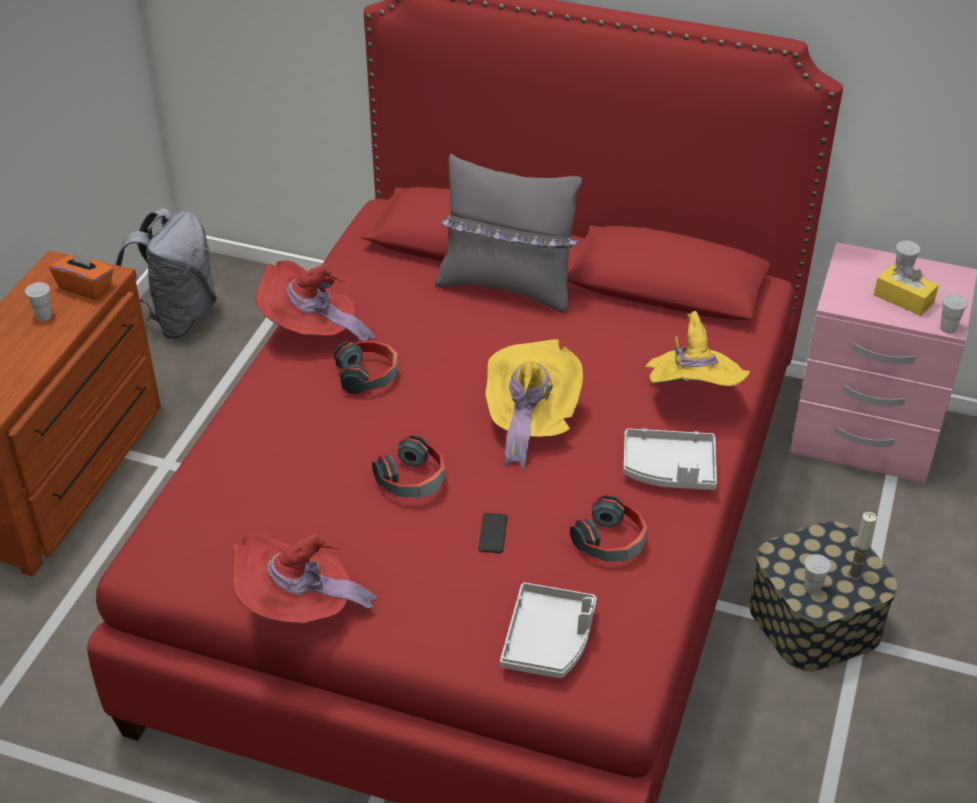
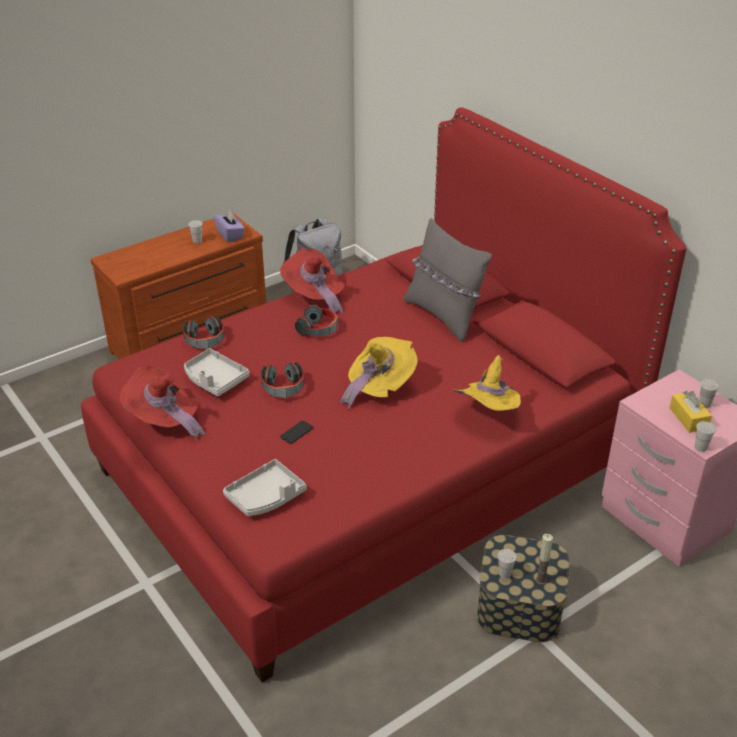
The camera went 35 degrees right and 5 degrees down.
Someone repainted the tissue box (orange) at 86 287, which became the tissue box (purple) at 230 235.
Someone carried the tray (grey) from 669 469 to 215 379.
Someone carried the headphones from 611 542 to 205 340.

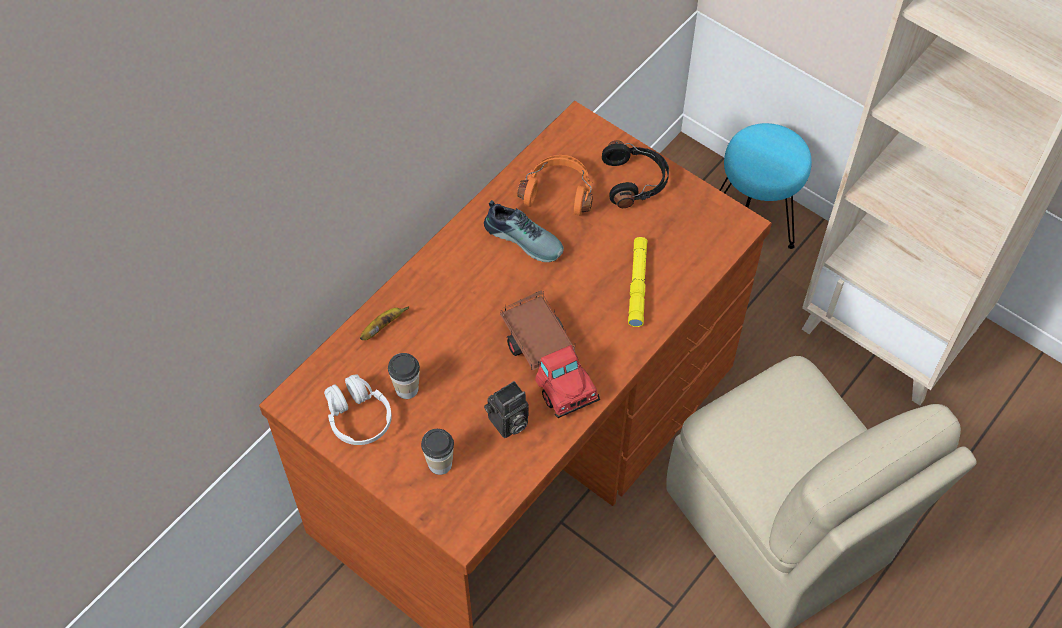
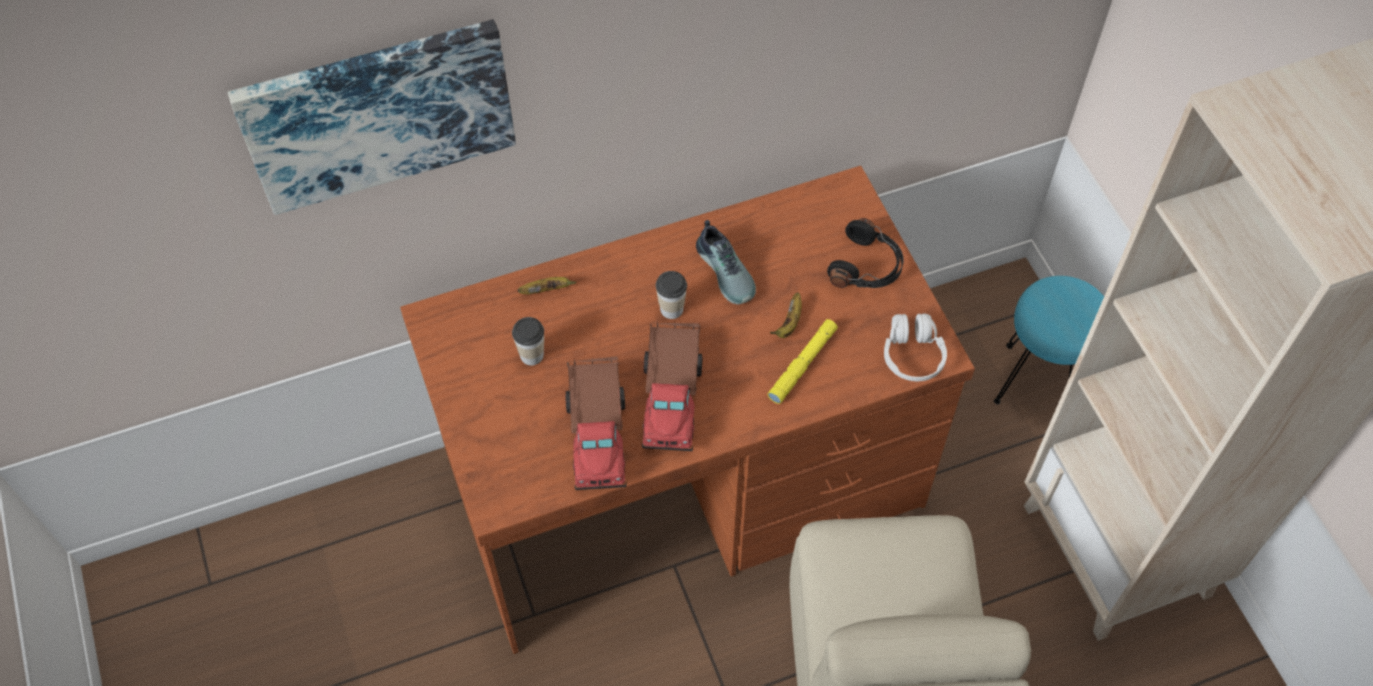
The camera went 30 degrees right and 0 degrees up.
Someone took away the headphones (orange) at 558 191.
Someone carried the headphones (white) from 358 418 to 912 355.
Someone swapped the photo camera at 508 424 for the toy truck at 598 431.
Someone carried the cup from 440 463 to 671 309.
Someone put up the picture at 378 112.
Someone put down the banana at 789 323.

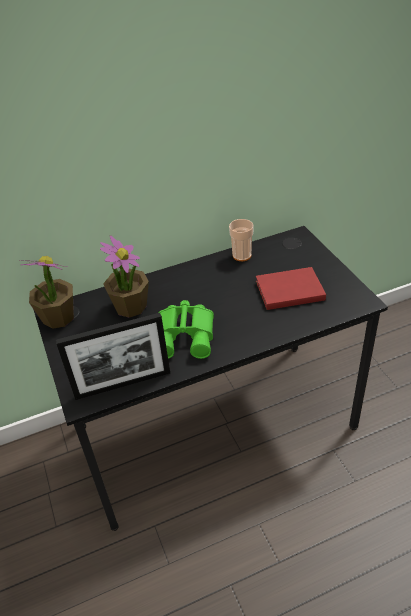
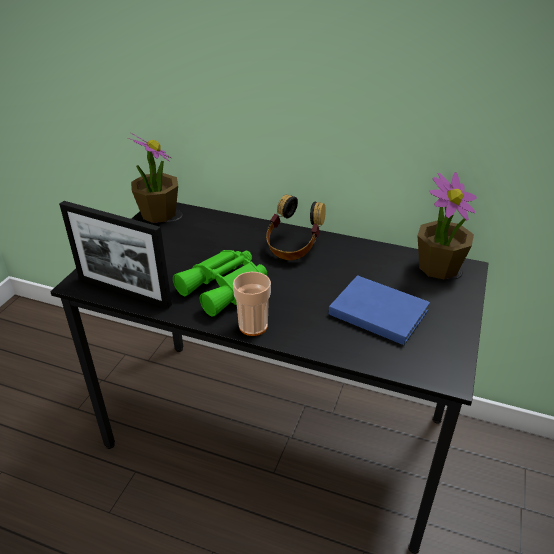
The camera went 40 degrees right and 5 degrees down.
Someone carried the cup from 242 255 to 253 326.
Someone carried the potted plant from 130 306 to 438 267.
Someone repainted the book (red) at 287 290, which became the book (blue) at 377 310.
Someone put down the headphones at 293 247.

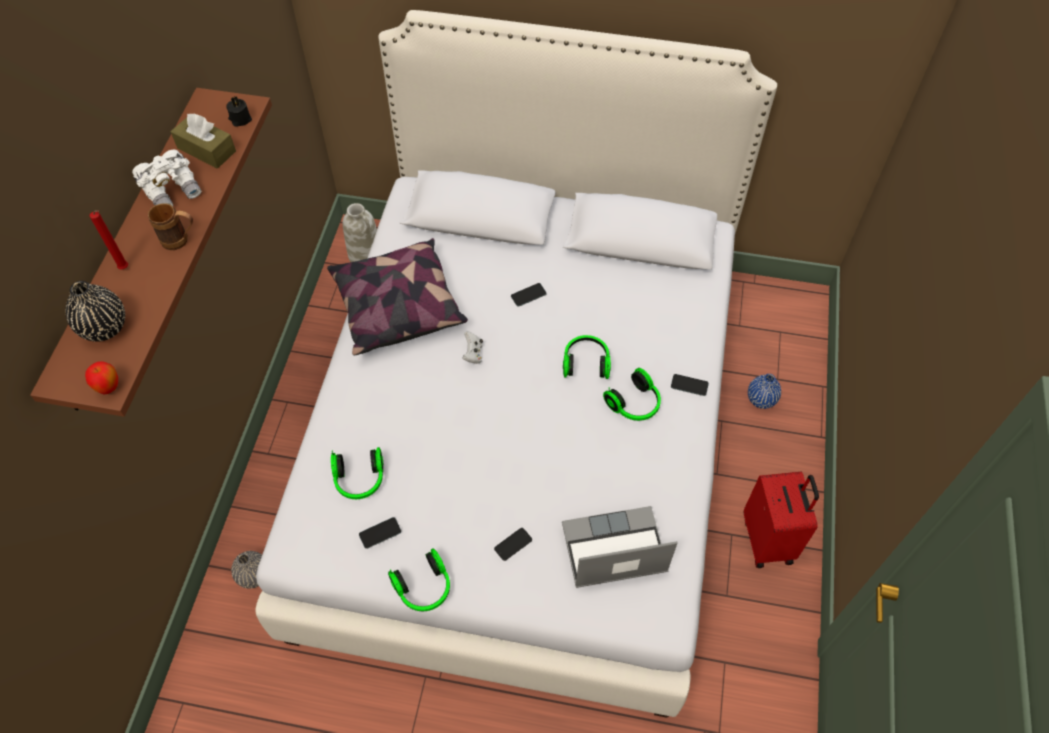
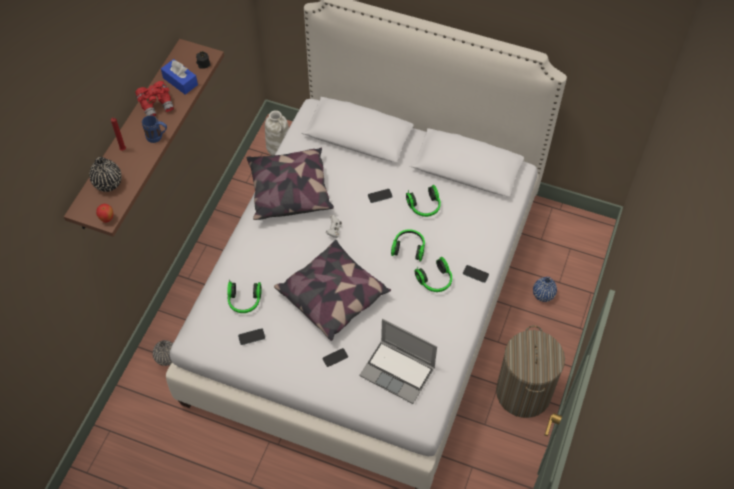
The camera went 10 degrees right and 0 degrees up.
Someone repainted the tissue box (brown) at 206 150, which became the tissue box (blue) at 180 81.
Someone repainted the binoculars (white) at 172 190, which became the binoculars (red) at 156 105.
Someone repainted the mug (brown) at 181 241, which became the mug (blue) at 158 138.
Someone swapped the suitcase (red) at 769 540 for the laundry basket at 523 392.
Someone rotated the laptop at 613 550 by 150 degrees counterclockwise.
Someone carried the headphones from 424 588 to 424 207.
Someone put down the pillow at 333 296.

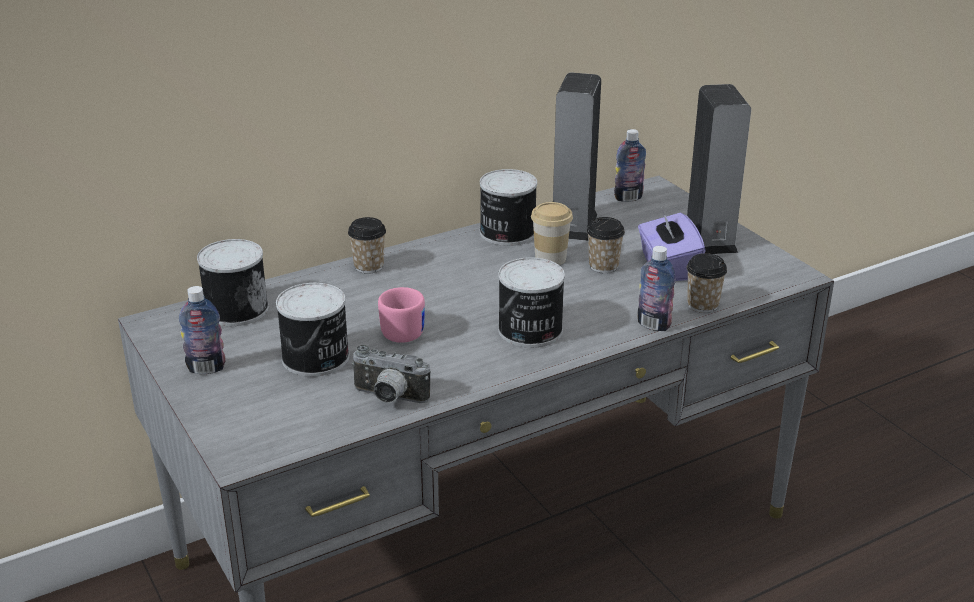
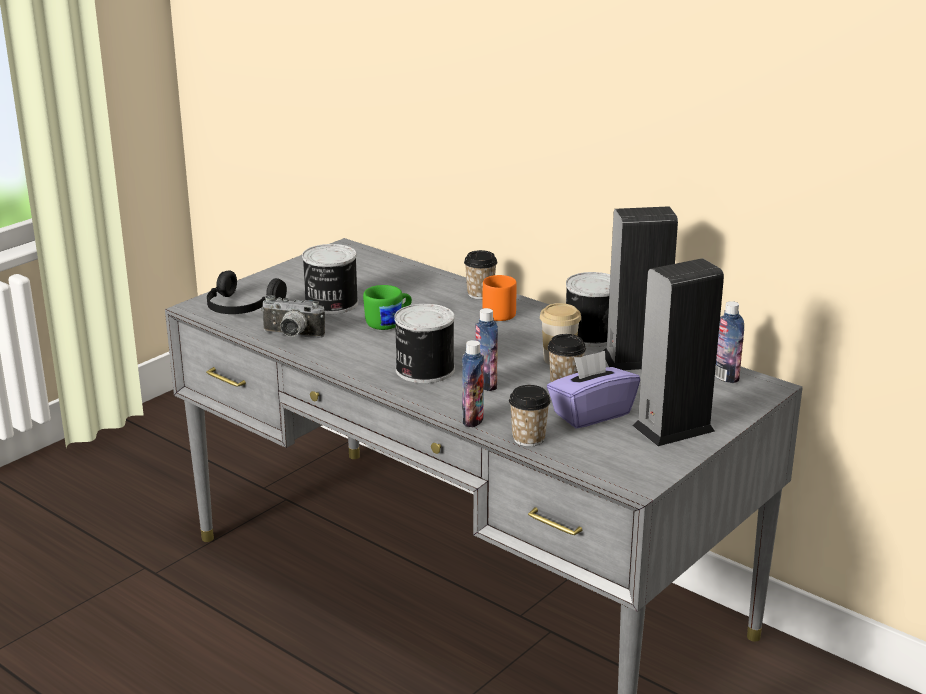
The camera went 70 degrees right and 5 degrees down.
Someone took away the can at 235 309.
Someone carried the bottle from 206 368 to 486 384.
Someone repainted the mug (pink) at 401 330, which became the mug (green) at 389 323.
Someone rotated the photo camera at 388 398 by 75 degrees counterclockwise.
Someone put down the headphones (black) at 241 308.
Someone put down the mug (orange) at 499 312.

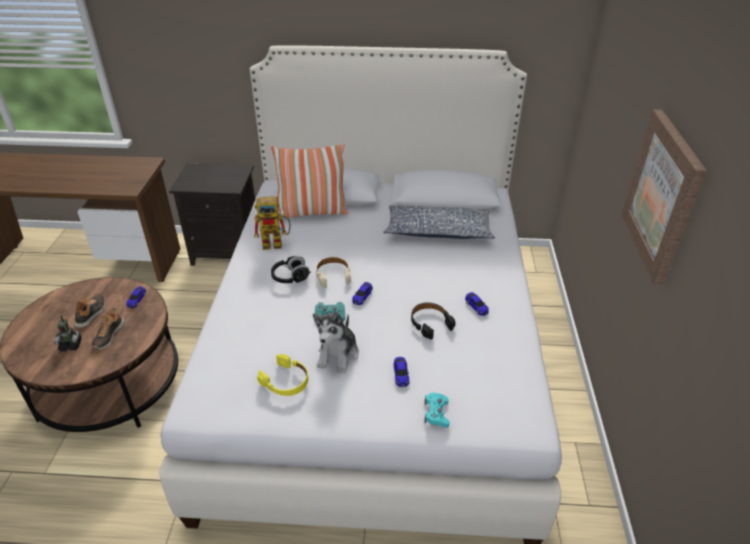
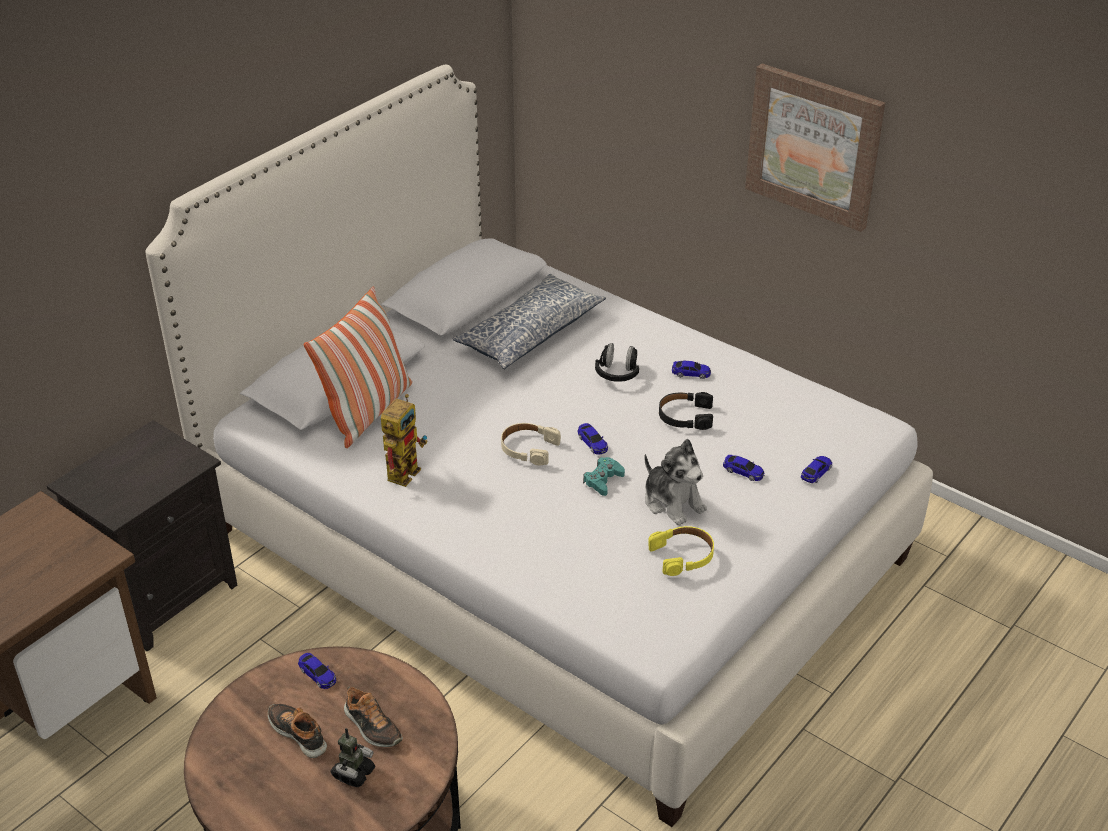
The camera went 55 degrees left and 0 degrees up.
Someone carried the headphones (black) from 290 278 to 617 374.
Someone swapped the game controller (turquoise) at 436 413 for the toy car at 816 473.

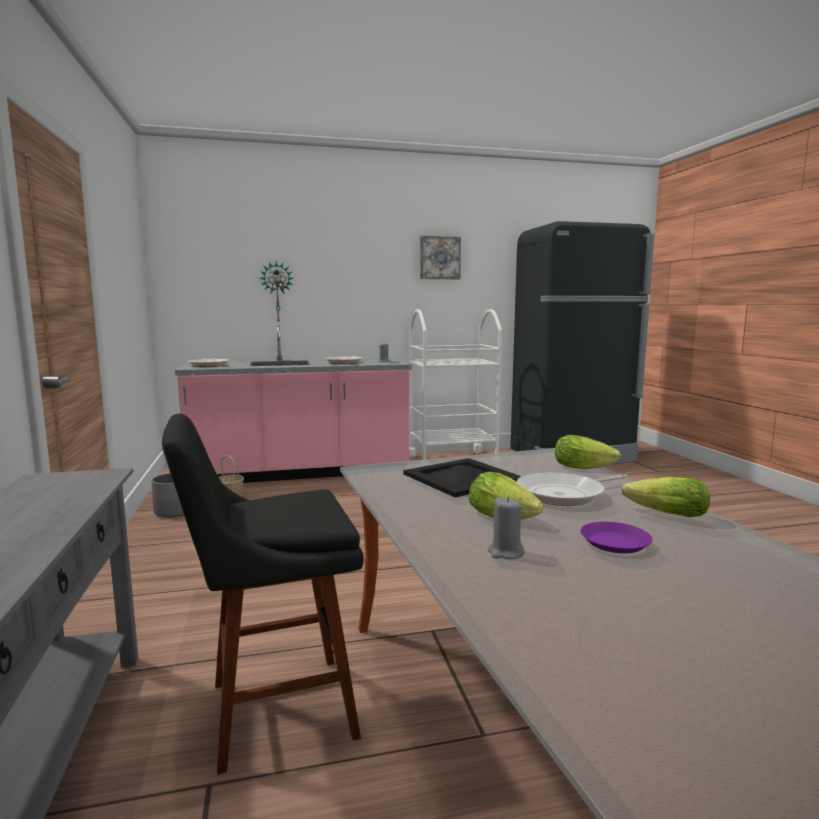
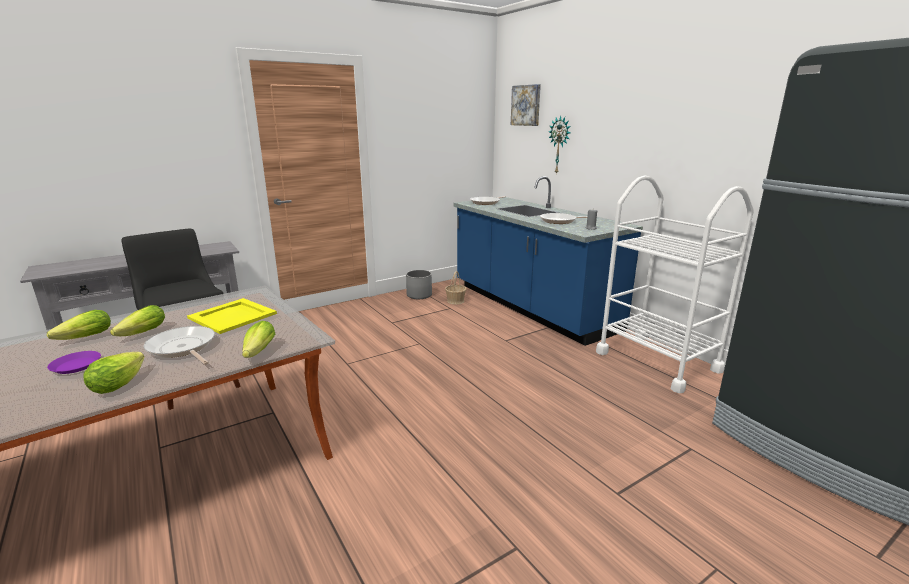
The camera went 70 degrees right and 10 degrees up.
Someone carried the picture from 439 258 to 526 105.
Someone repainted the counter (pink) at 300 472, which became the counter (blue) at 531 307.
Someone repainted the tray (black) at 462 477, which became the tray (yellow) at 233 316.
Someone swapped the candle (grey) at 505 553 for the lettuce at 82 338.

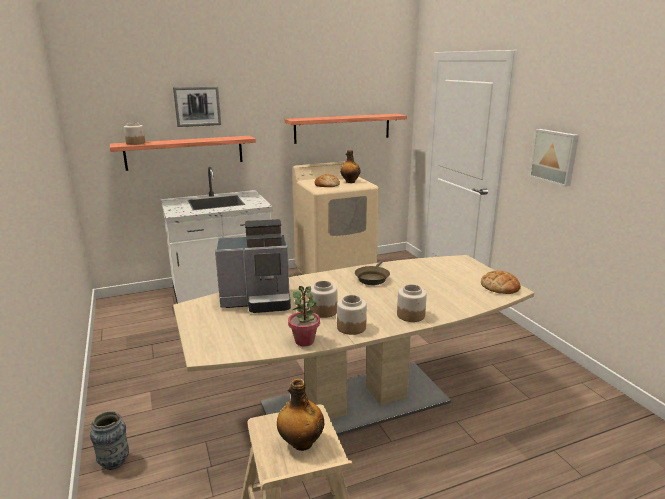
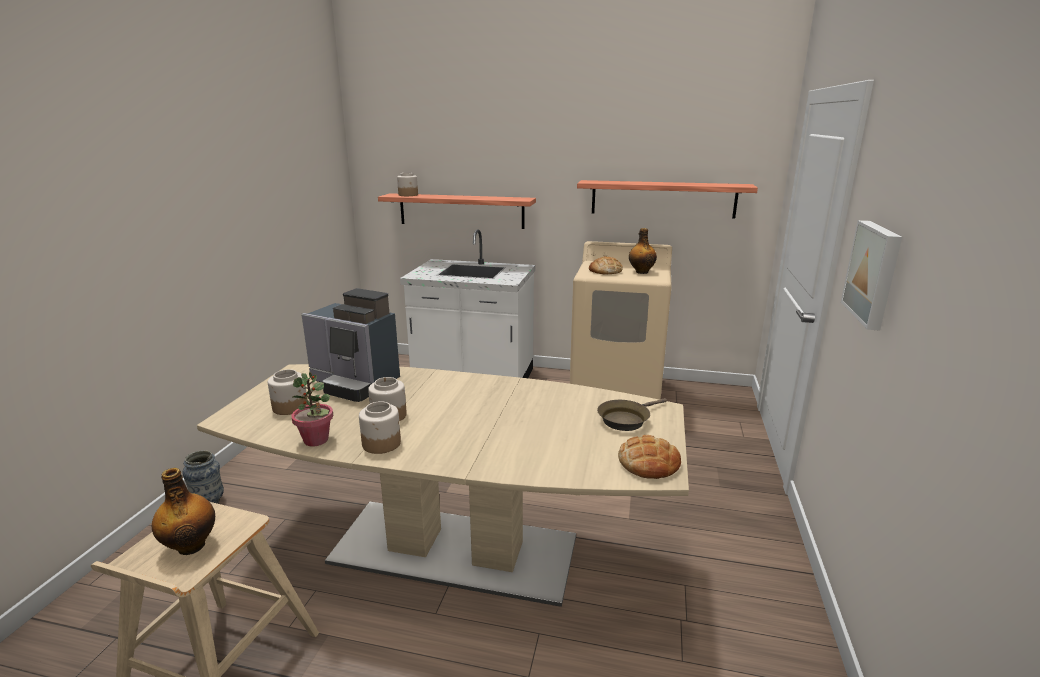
The camera went 35 degrees right and 0 degrees up.
Someone took away the picture at 197 106.
Someone carried the frying pan (brown) from 372 278 to 626 419.
Someone carried the jar from 411 315 to 290 407.

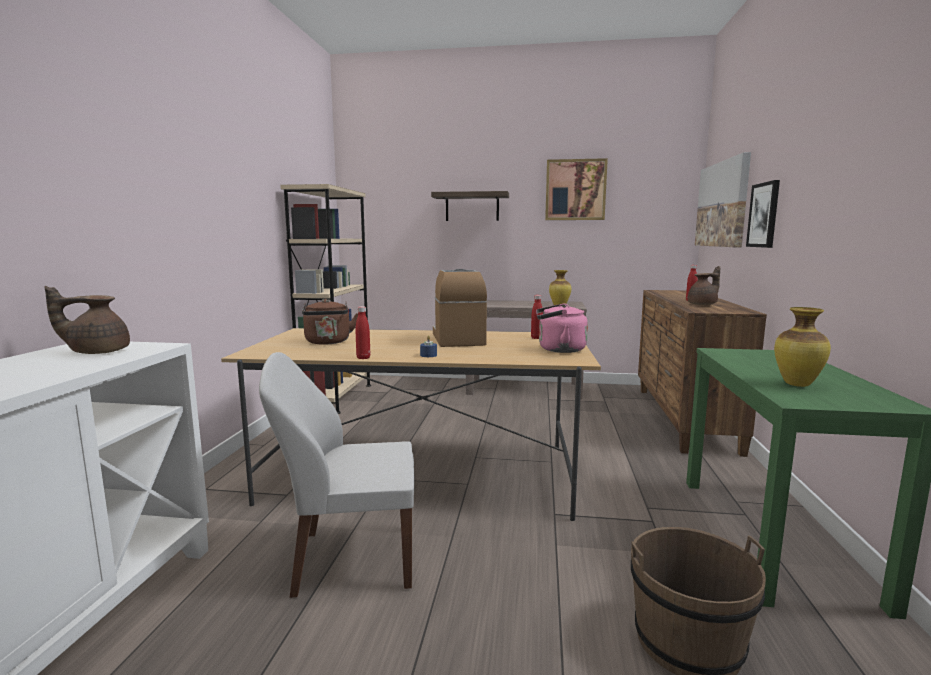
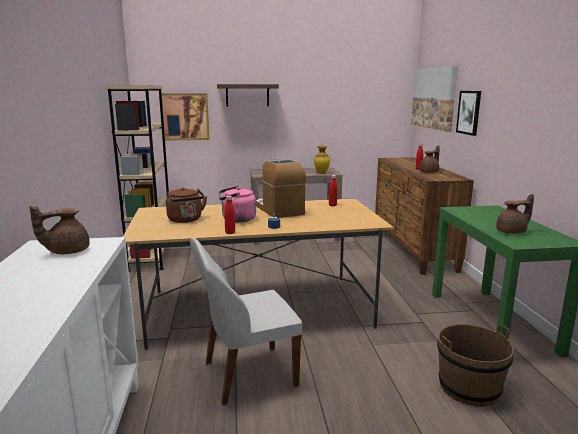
The camera went 15 degrees left and 5 degrees up.
Someone carried the picture from 575 190 to 185 116.
Someone carried the kettle (pink) from 558 349 to 236 219.
Someone swapped the vase at 798 385 for the teapot (brown) at 512 232.

